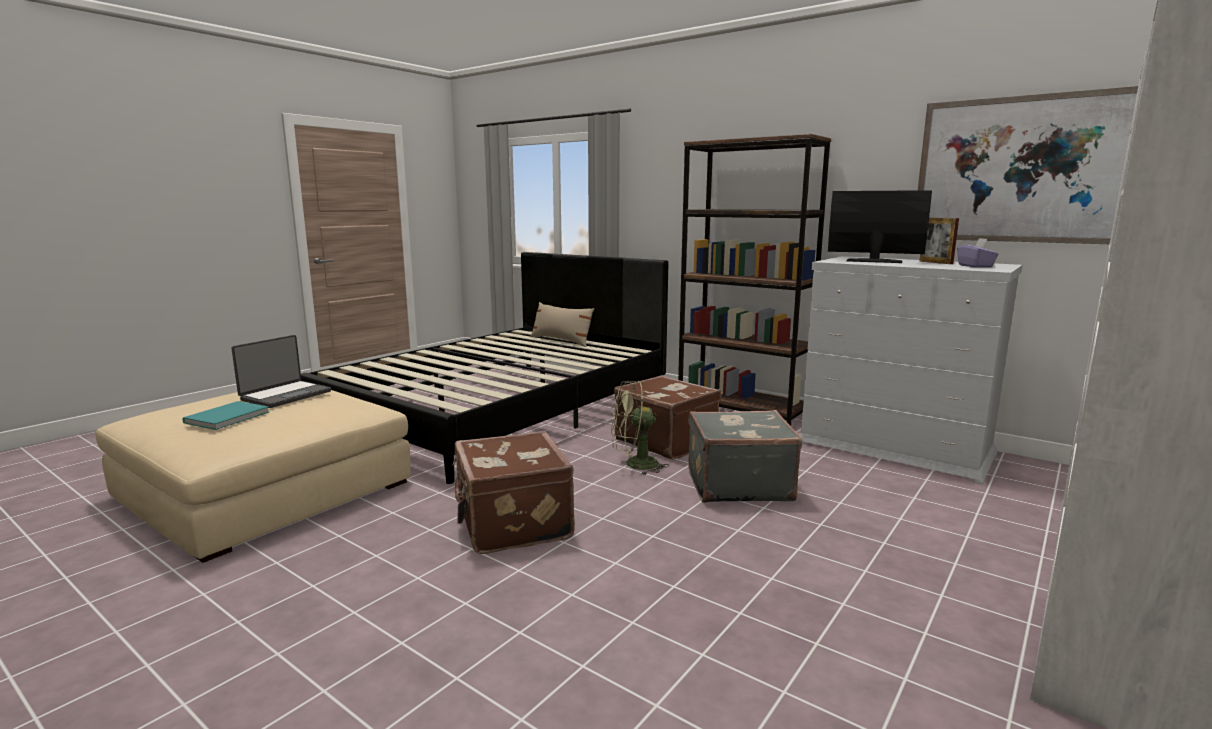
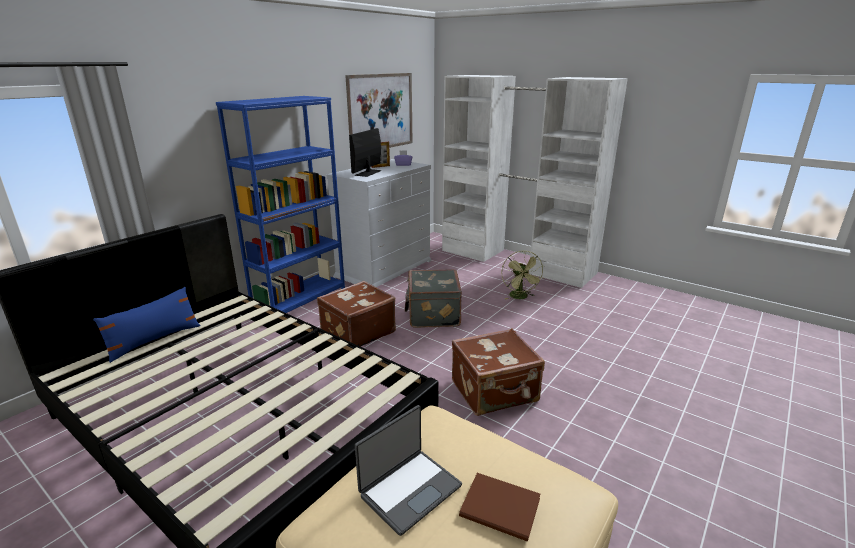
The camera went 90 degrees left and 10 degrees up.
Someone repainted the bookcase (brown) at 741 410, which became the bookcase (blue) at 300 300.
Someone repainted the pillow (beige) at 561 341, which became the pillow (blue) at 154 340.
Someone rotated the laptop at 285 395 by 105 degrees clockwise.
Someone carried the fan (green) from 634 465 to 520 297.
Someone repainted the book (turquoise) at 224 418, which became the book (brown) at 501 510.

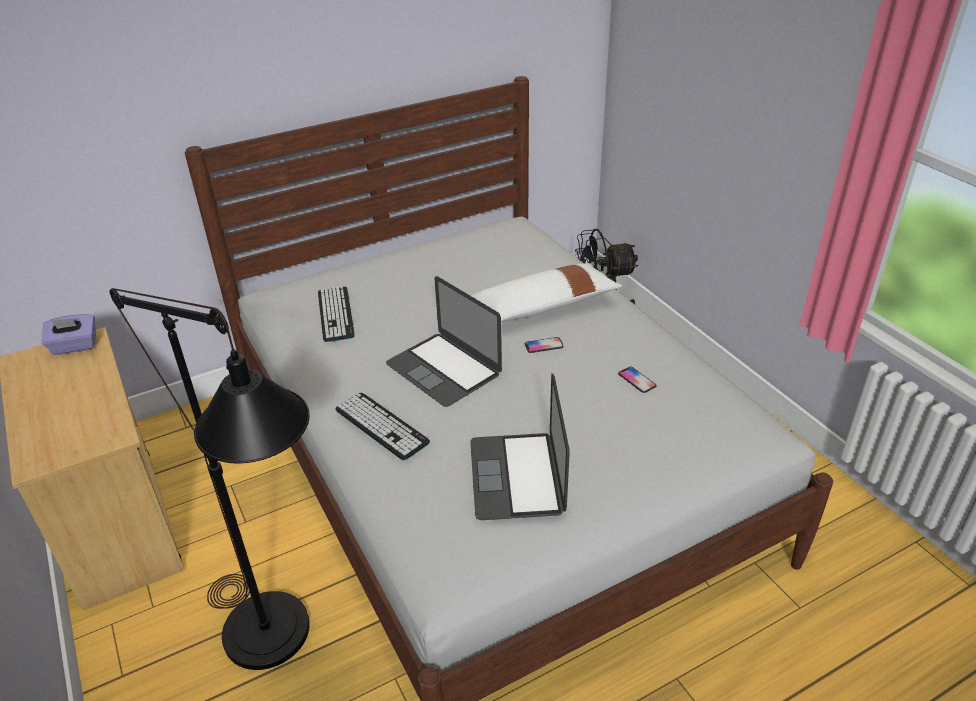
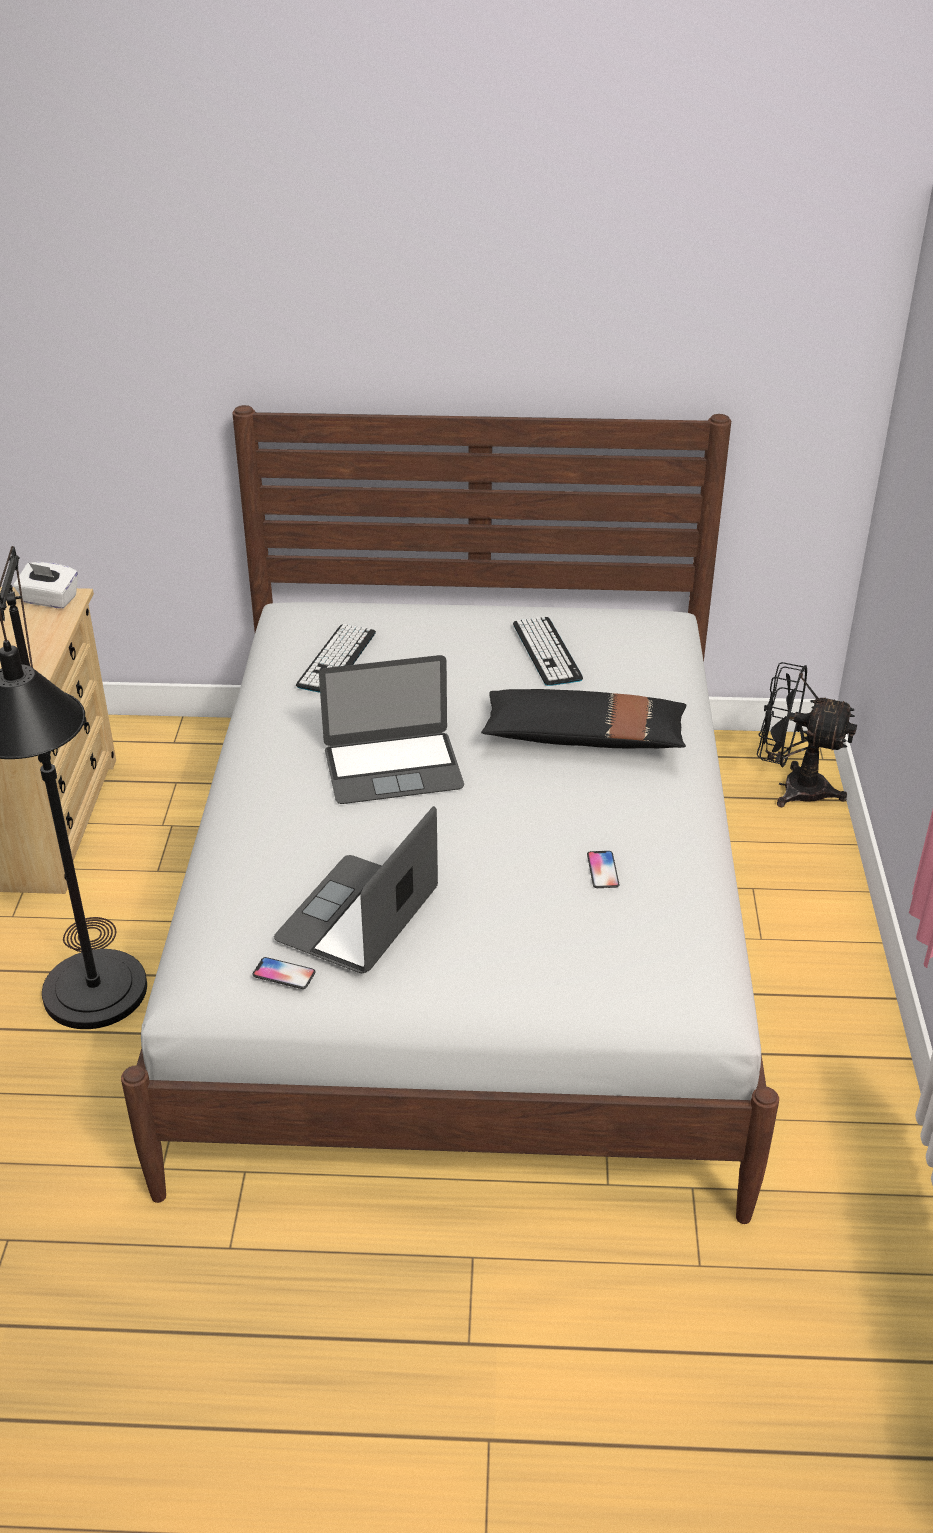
The camera went 30 degrees right and 0 degrees up.
Someone repainted the pillow (white) at 544 305, which became the pillow (black) at 584 738.
Someone rotated the laptop at 443 369 by 90 degrees counterclockwise.
Someone repainted the tissue box (purple) at 75 346, which became the tissue box (white) at 49 600.
Someone carried the phone from 544 346 to 284 974.
Someone carried the keyboard from 381 426 to 547 651.

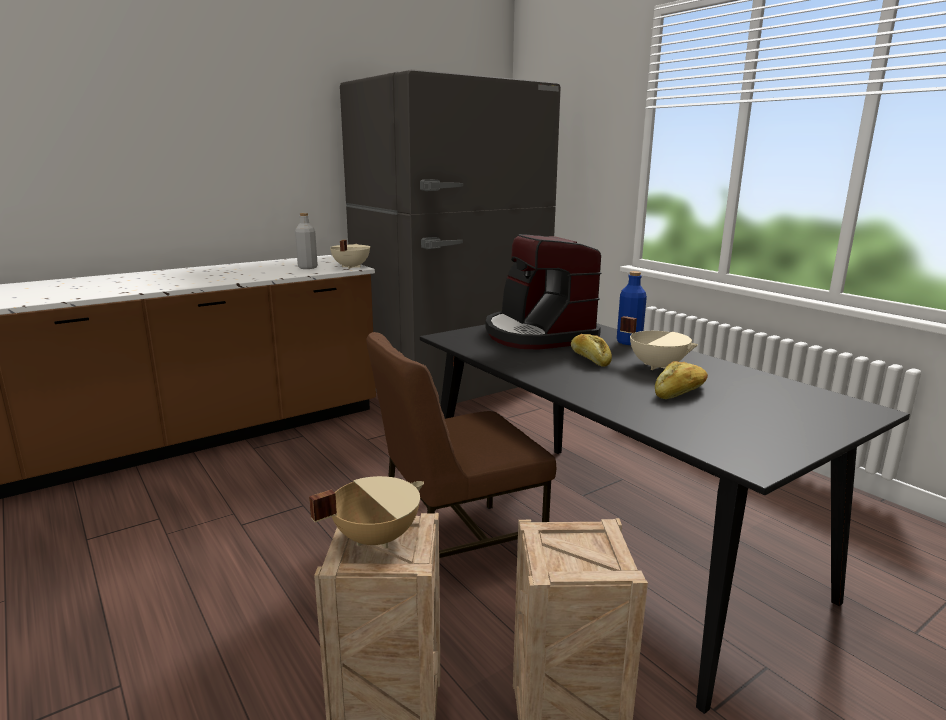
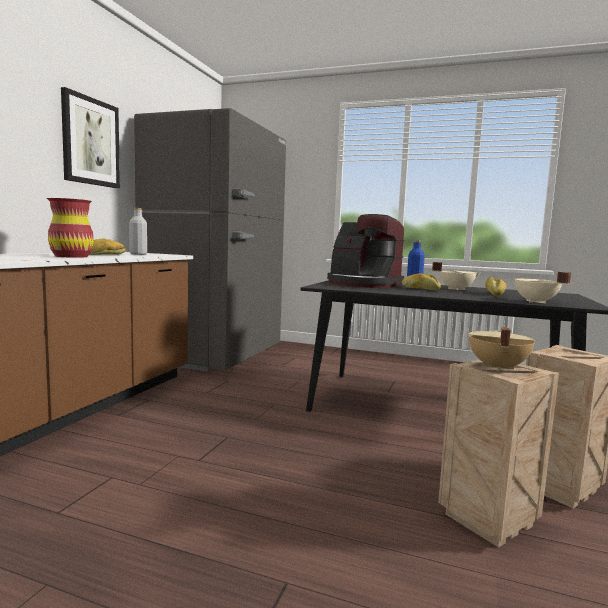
The camera went 35 degrees left and 10 degrees down.
Someone carried the cooking pot (beige) from 350 267 to 535 302.
Someone took away the chair (brown) at 458 549.
Someone put up the picture at 90 142.
Someone put down the vase (red) at 71 256.
Someone put down the bread at 105 254.

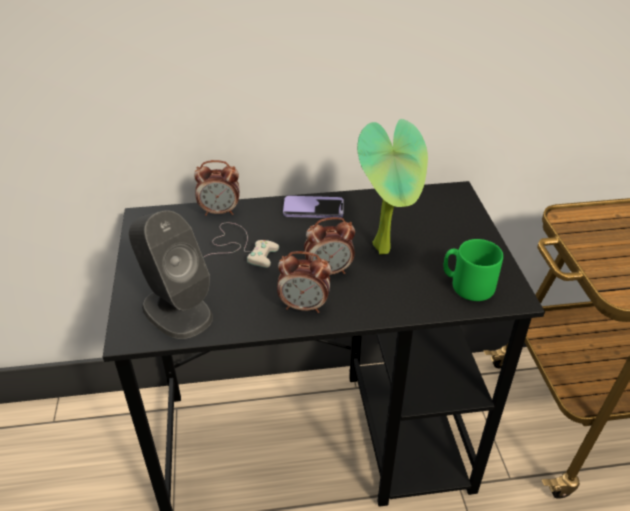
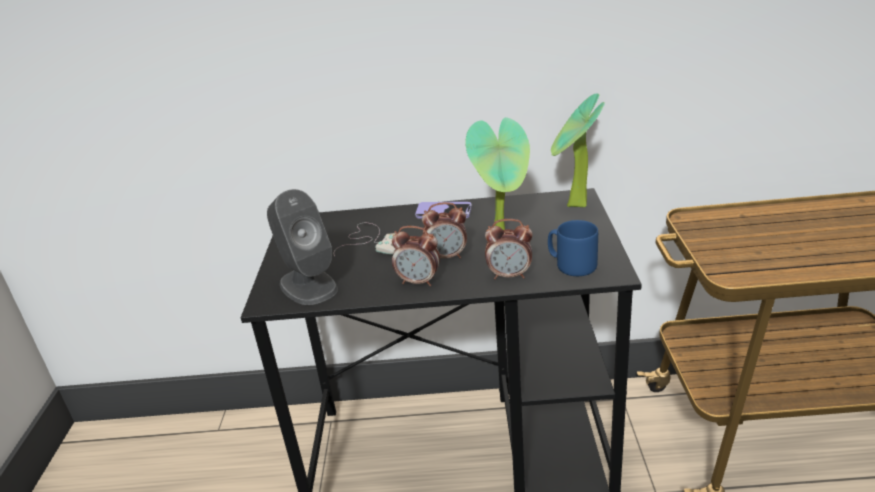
The camera went 10 degrees right and 10 degrees down.
Someone carried the alarm clock from 220 211 to 509 275.
Someone repainted the mug (green) at 467 285, which became the mug (blue) at 571 265.
Someone put down the potted plant at 575 207.

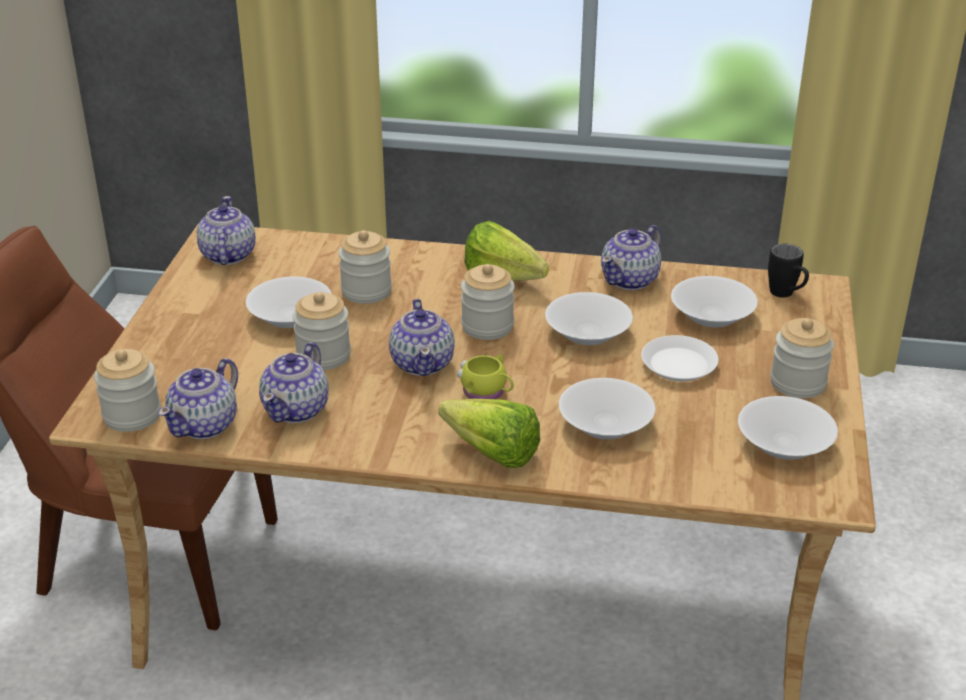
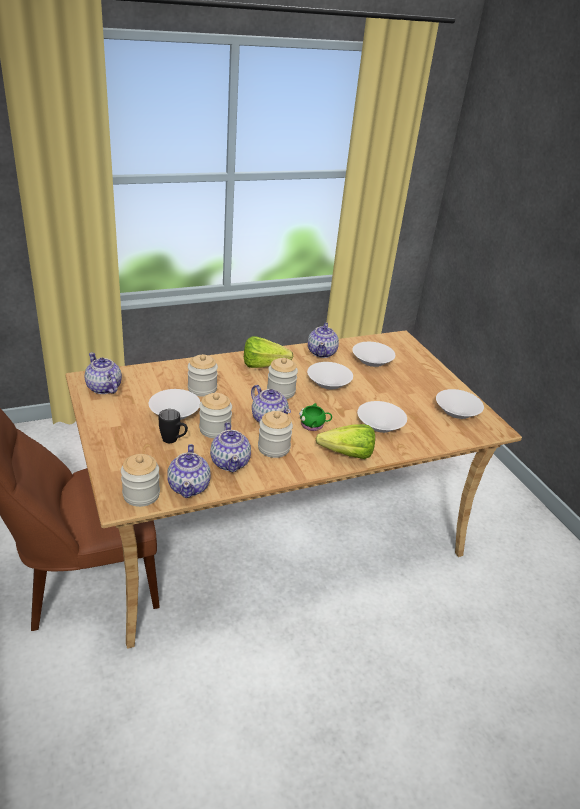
The camera went 35 degrees left and 0 degrees up.
Someone carried the mug (black) from 786 295 to 174 440.
Someone carried the jar from 797 383 to 273 448.
Someone took away the plate (white) at 678 364.
Someone repainted the mug (yellow) at 487 392, which became the mug (green) at 314 425.

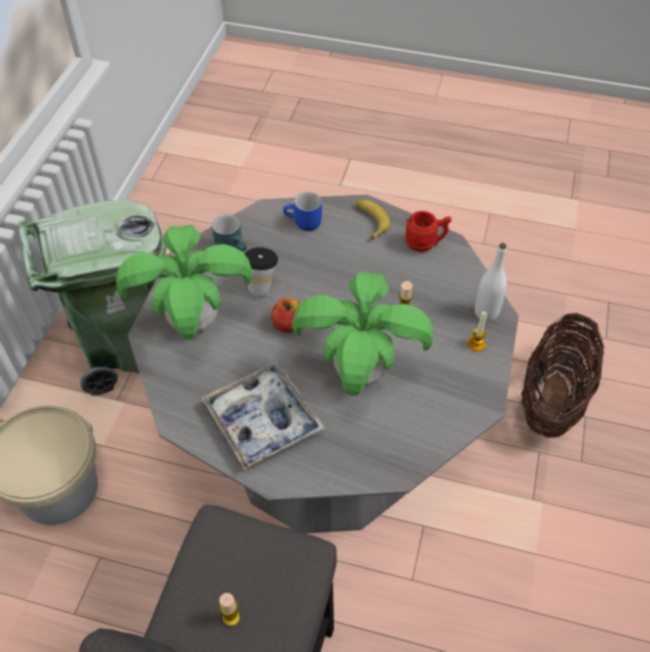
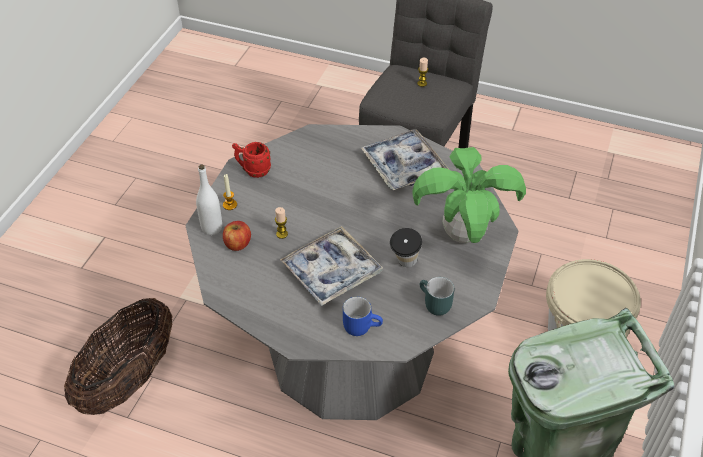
The camera went 175 degrees left and 5 degrees down.
Someone took away the banana at 370 221.
Someone carried the mug (red) from 425 244 to 253 170.
Someone took away the potted plant at 360 374.
Someone carried the apple from 288 324 to 237 244.
Someone put down the tray at 331 272.

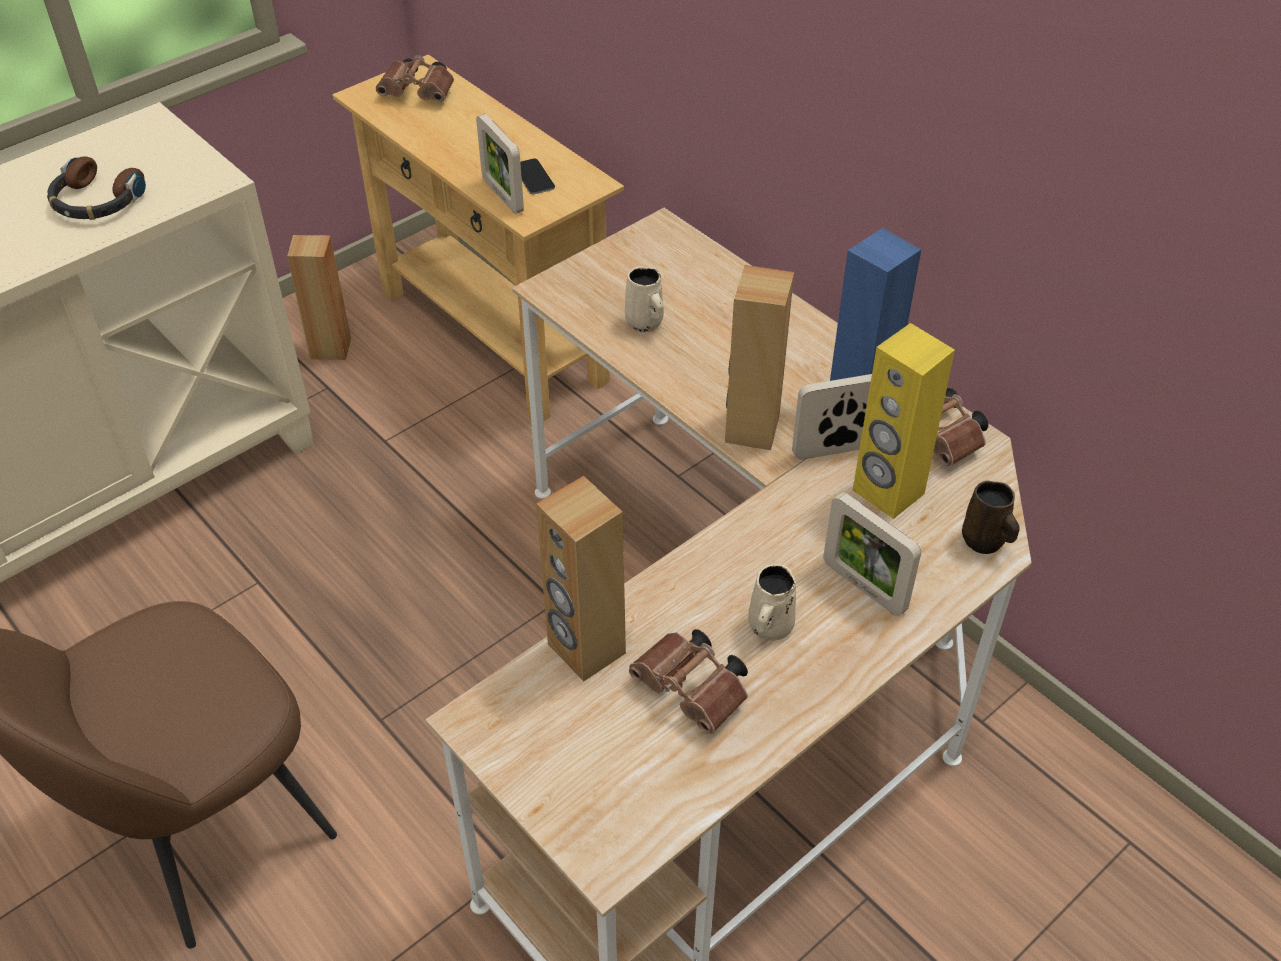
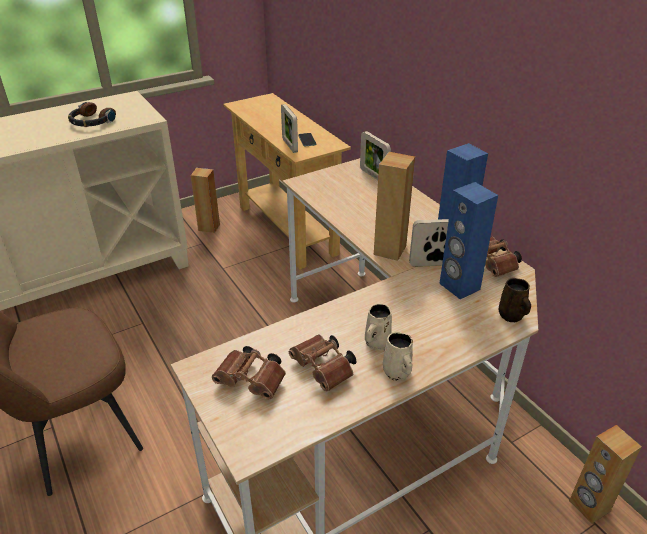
The camera went 10 degrees right and 10 degrees down.
Someone carried the binoculars (brown) from 420 94 to 253 382.
Someone carried the mug (beige) from 645 323 to 397 373.
Someone repainted the speaker (yellow) at 887 492, which became the speaker (blue) at 459 286.
Someone carried the speaker (brown) from 585 649 to 588 506.
Someone carried the picture frame from 864 587 to 373 176.

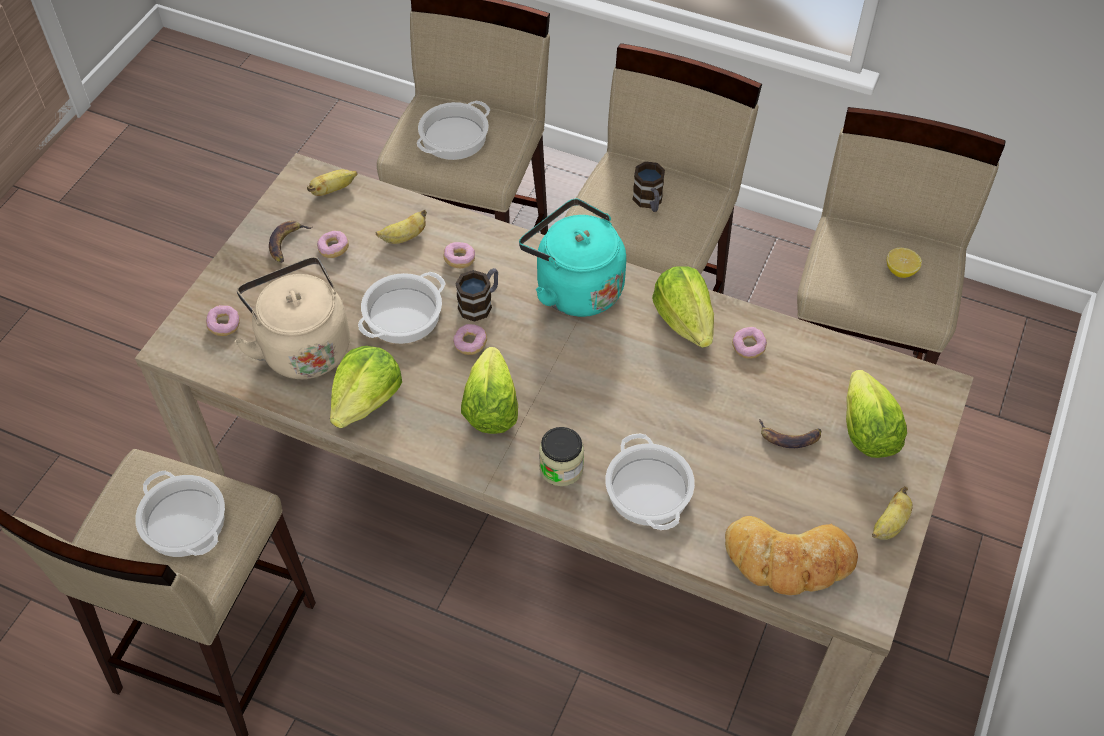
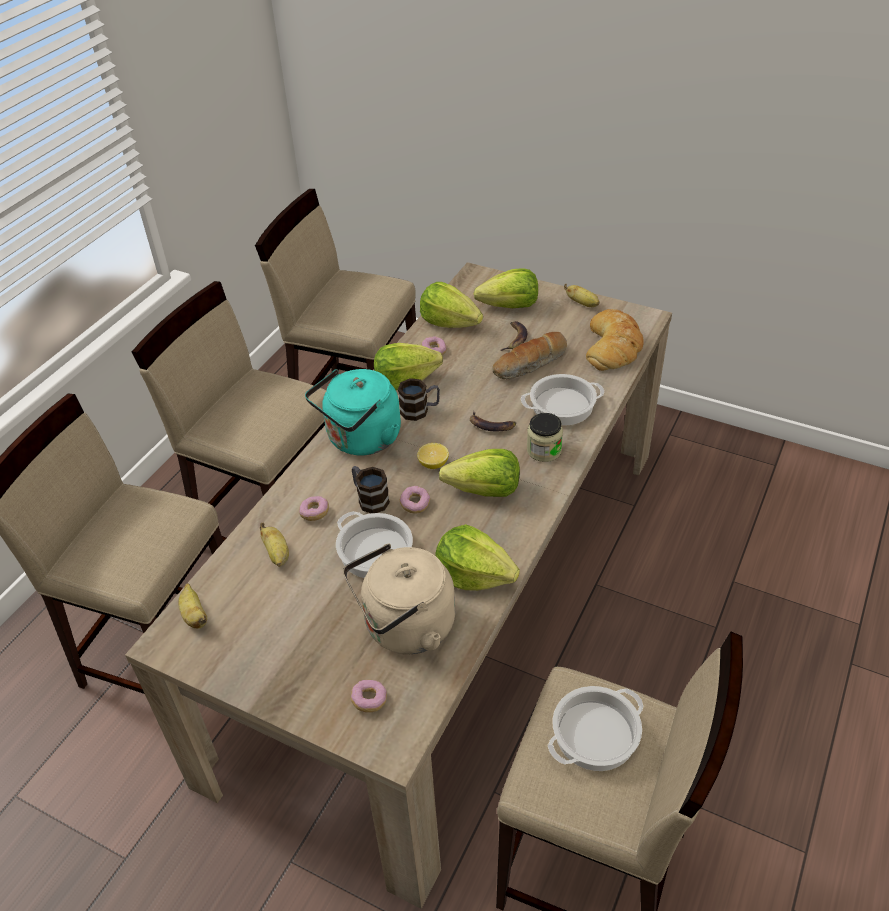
The camera went 85 degrees left and 10 degrees down.
Someone took away the cooking pot at 454 138.
Someone carried the mug from 649 202 to 420 410.
Someone carried the banana from 287 243 to 491 425.
Someone took away the donut at 334 249.
Someone carried the lemon from 900 271 to 433 464.
Someone put down the lettuce at 449 323.
Someone put down the bread at 530 365.

